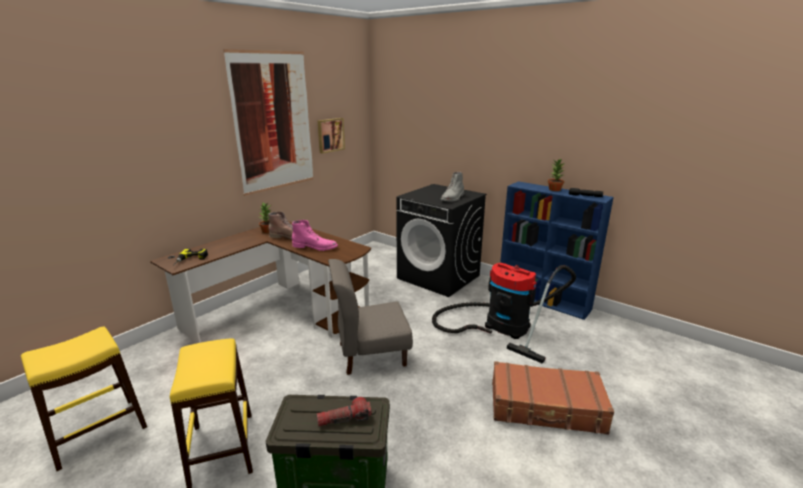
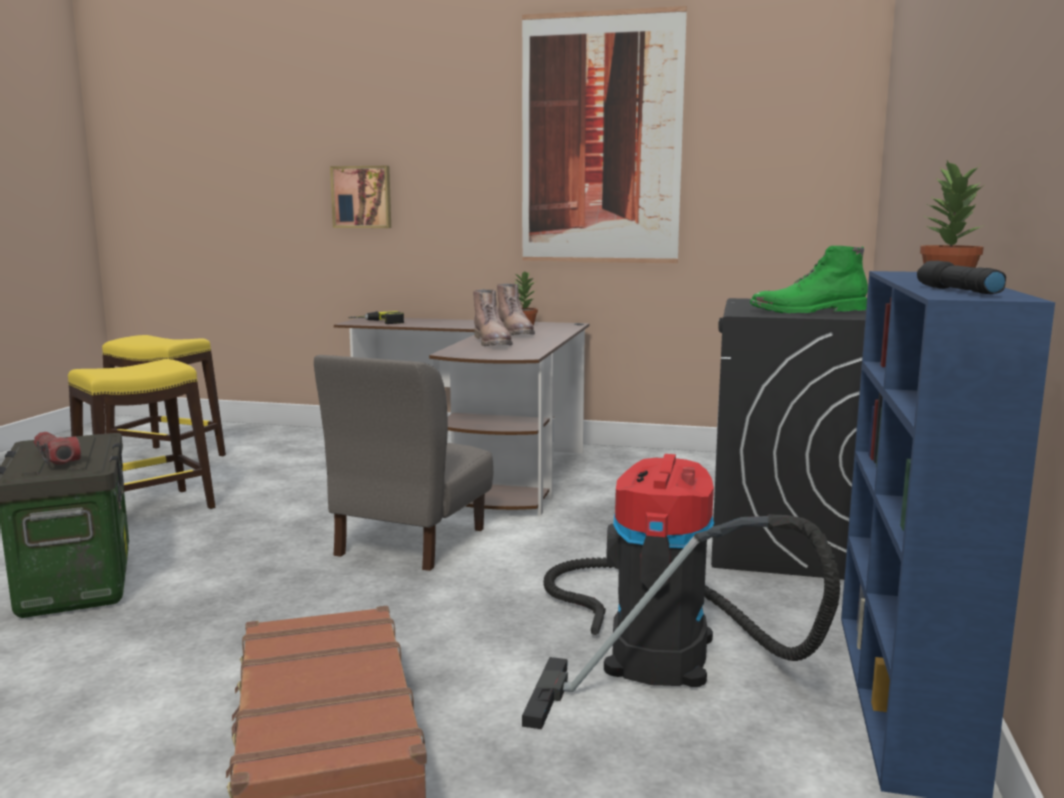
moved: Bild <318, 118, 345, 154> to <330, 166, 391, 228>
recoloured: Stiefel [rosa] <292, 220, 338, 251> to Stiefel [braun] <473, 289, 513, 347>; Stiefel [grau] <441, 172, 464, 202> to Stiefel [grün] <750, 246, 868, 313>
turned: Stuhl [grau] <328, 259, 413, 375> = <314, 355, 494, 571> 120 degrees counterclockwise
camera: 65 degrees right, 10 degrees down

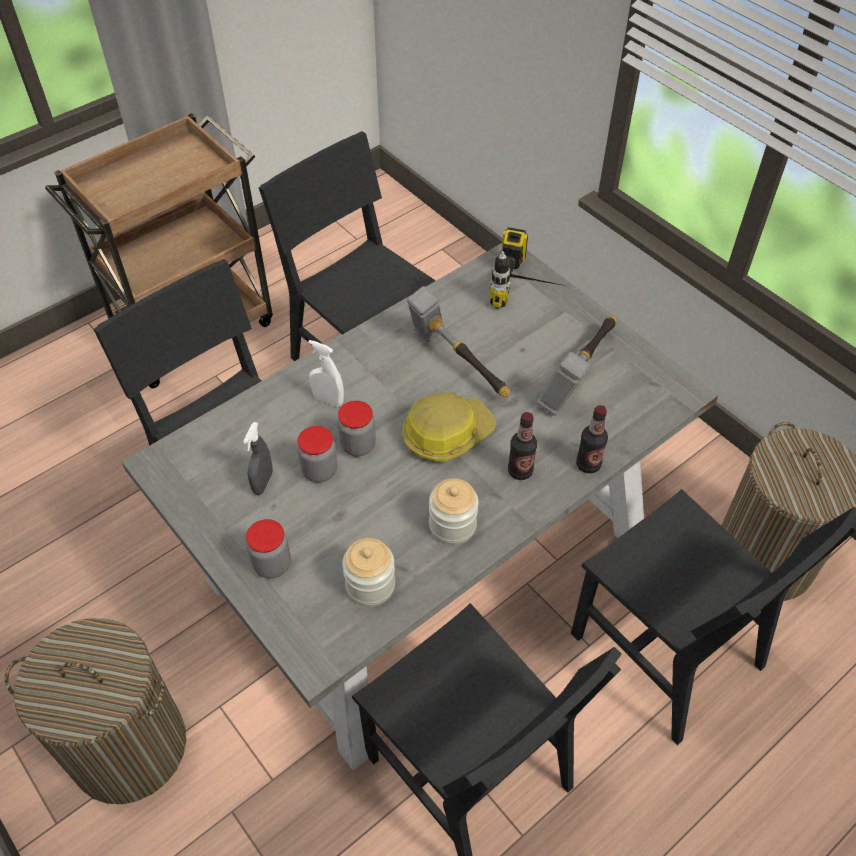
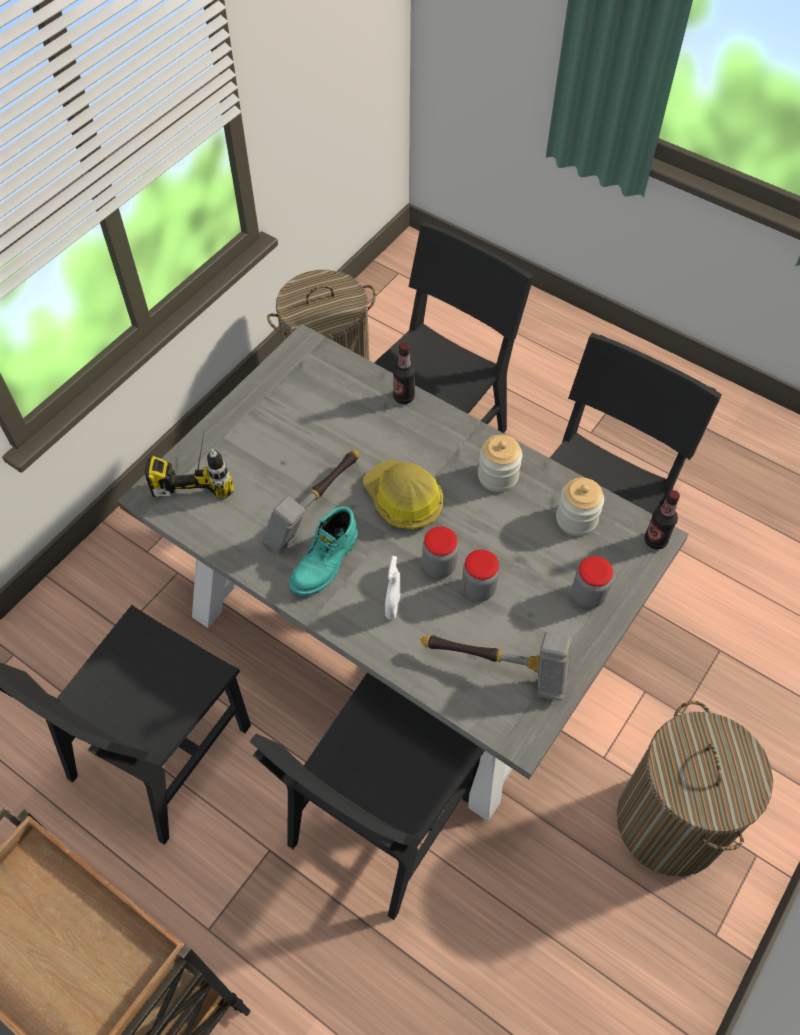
removed: Sprühflasche [grau] <243, 422, 273, 495>
added: Stiefel [türkis] <289, 506, 358, 596>
moved: Hammer <536, 316, 617, 416> to <421, 632, 571, 701>; Flasche <508, 412, 537, 480> to <644, 490, 680, 549>
camera: 105 degrees left, 5 degrees up

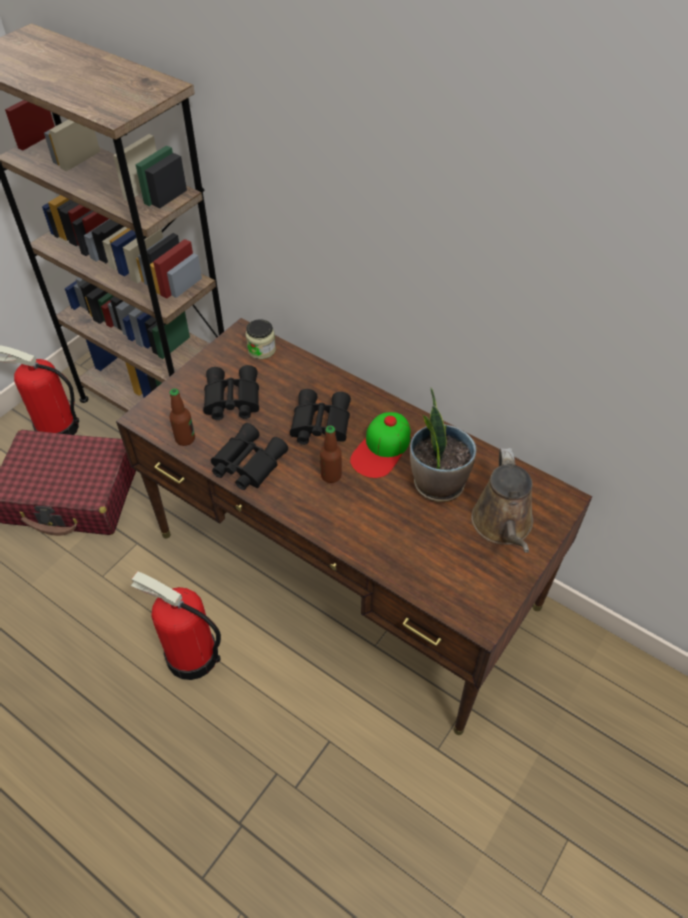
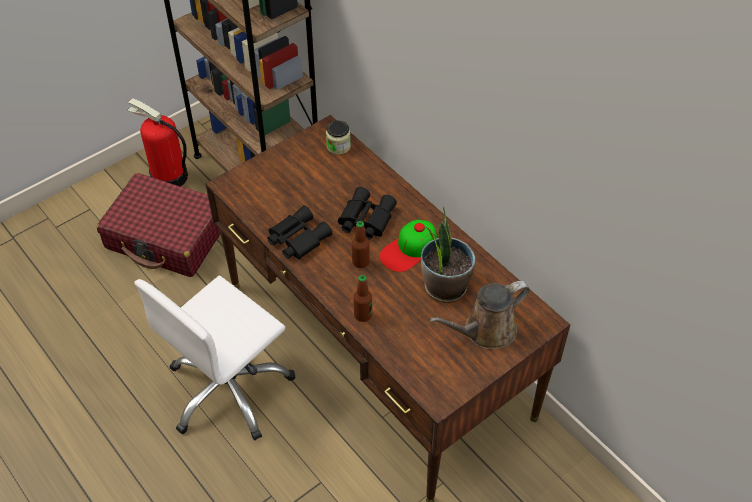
removed: Fernglas [schwarz] <203, 365, 259, 420>
moved: Flasche <169, 388, 195, 446> to <354, 275, 372, 322>
replaced: Feuerlöscher <131, 571, 221, 680> to Bürostuhl [weiß] <134, 276, 295, 440>
turned: Gießkanne [braun] <471, 448, 533, 553> = <430, 281, 530, 349> 45 degrees clockwise
camera: 15 degrees right, 0 degrees up

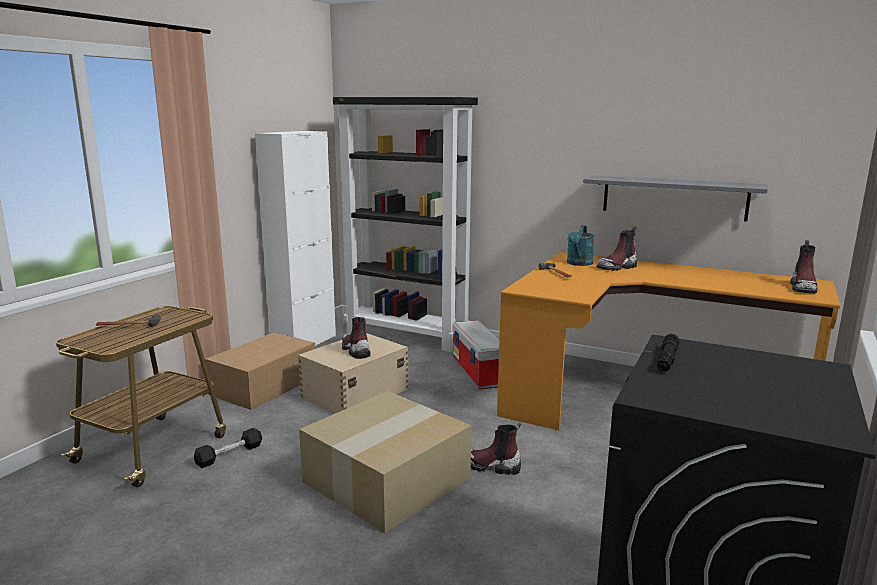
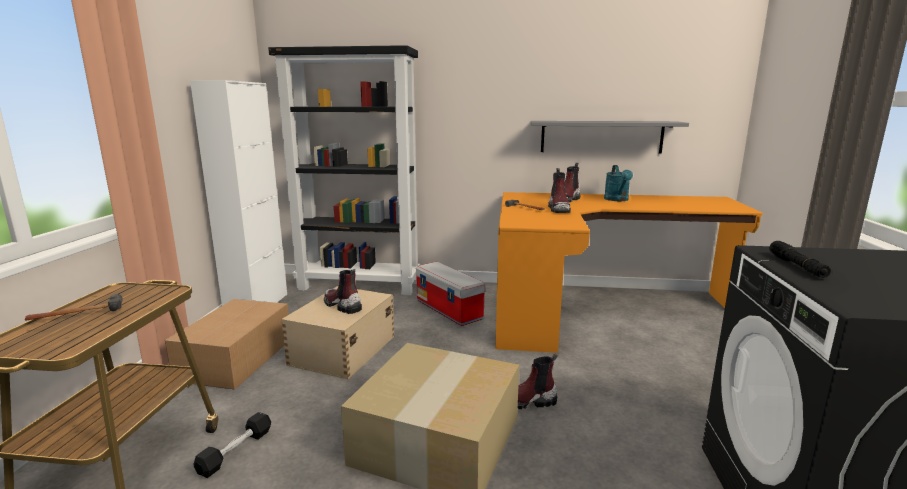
moved: Stiefel <790, 240, 818, 293> to <548, 168, 571, 213>; Gießkanne [türkis] <567, 225, 594, 266> to <604, 165, 633, 201>
camera: 20 degrees left, 0 degrees up

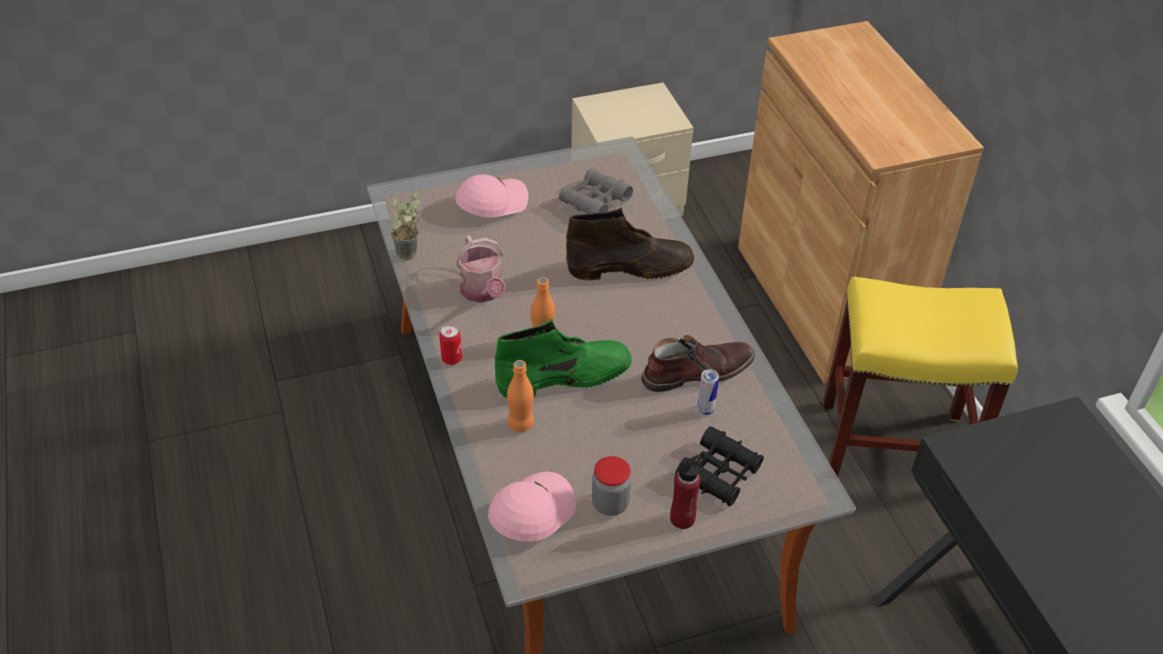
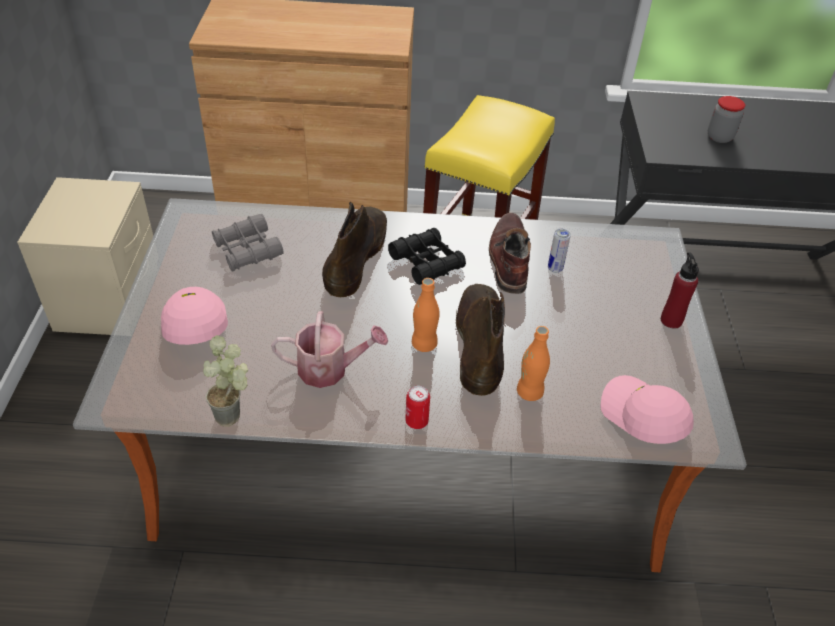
moved: Fernglas [schwarz] <675, 426, 764, 506> to <388, 228, 466, 285>; Vorratsglas <592, 456, 631, 516> to <708, 96, 745, 143>
recoloured: Stiefel [grün] <495, 319, 632, 398> to Stiefel [braun] <456, 284, 505, 396>
camera: 70 degrees left, 0 degrees up

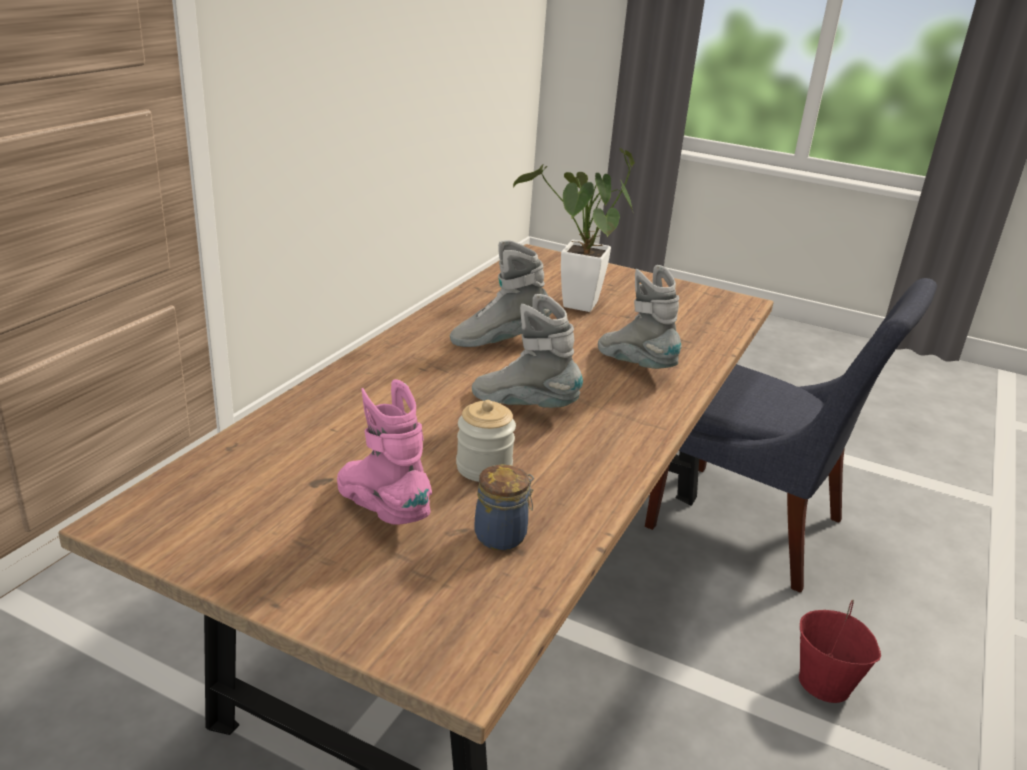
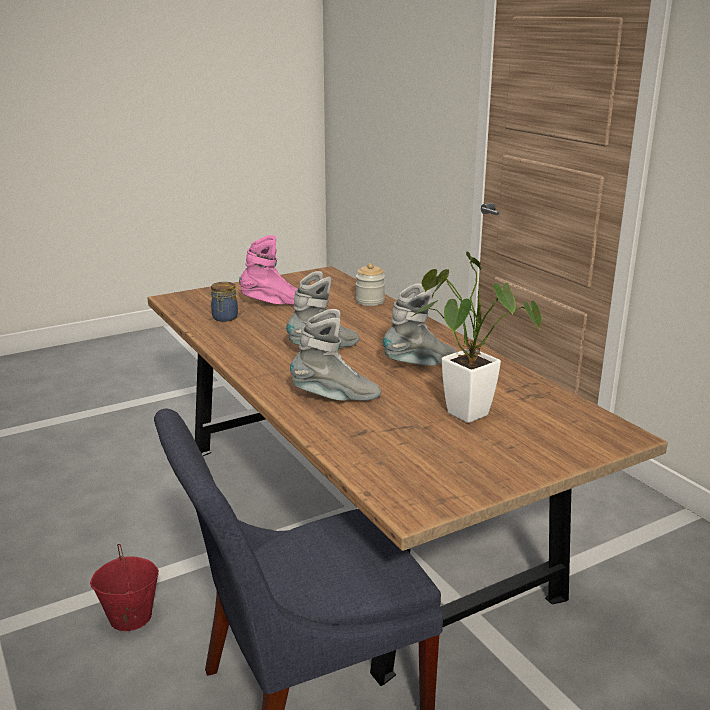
moved: Vorratsglas <456, 400, 516, 482> to <356, 263, 385, 306>
turned: Stiefel [grau] <450, 240, 552, 347> = <383, 284, 457, 366> 45 degrees clockwise
camera: 125 degrees right, 5 degrees down

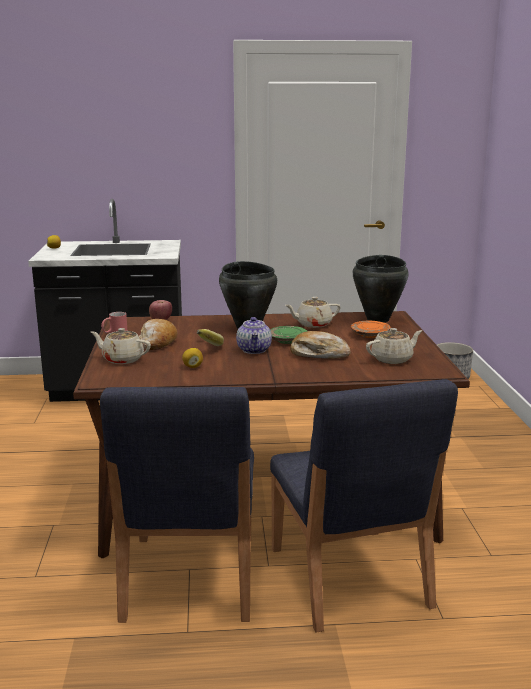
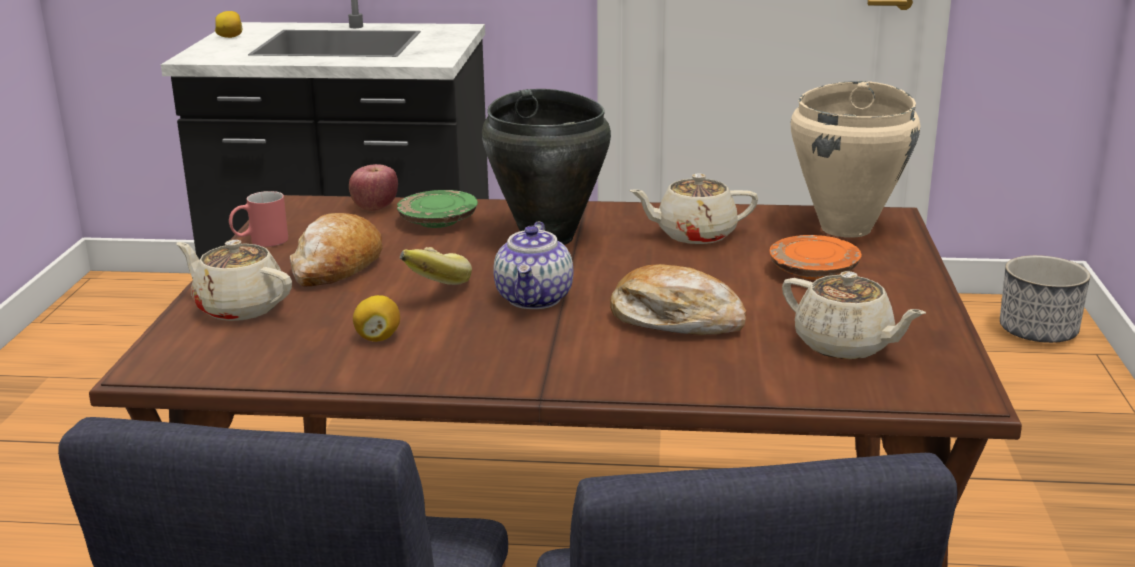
moved: Teller [grün] <270, 326, 307, 344> to <397, 190, 478, 228>
recoloured: Kochtopf [schwarz] <353, 255, 409, 322> to Kochtopf [beige] <791, 81, 920, 238>
turned: Teekanne [beige] <366, 328, 422, 364> = <782, 271, 926, 359> 60 degrees clockwise
camera: 10 degrees right, 5 degrees up

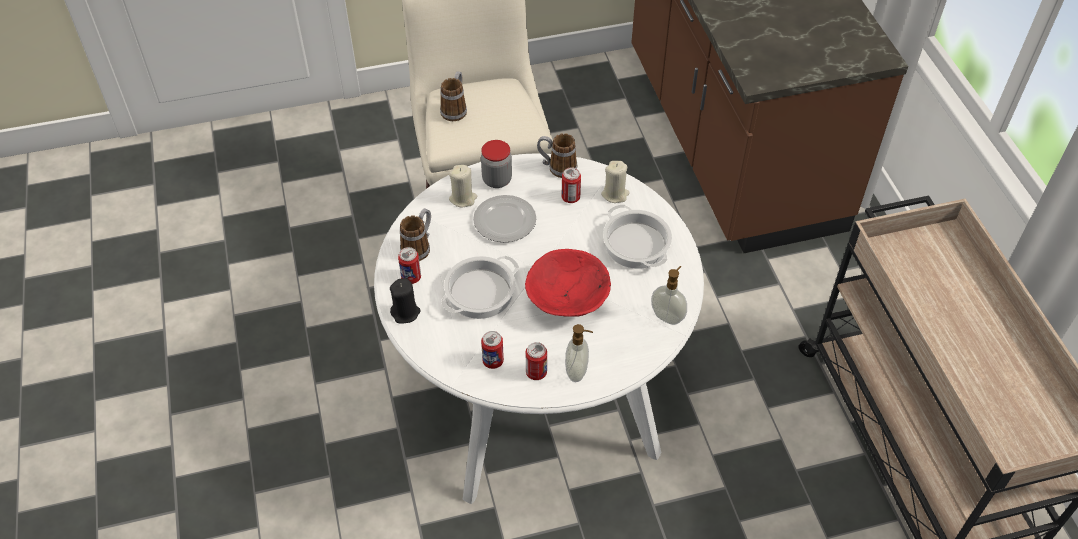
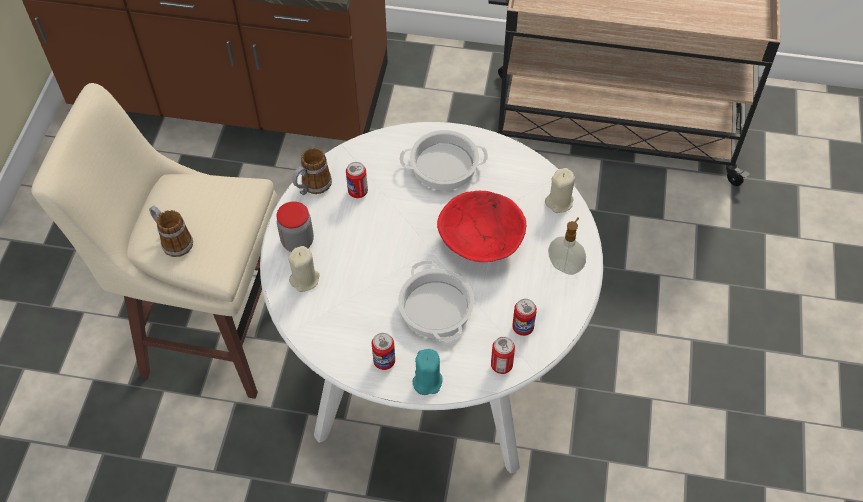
removed: Henkelbecher <400, 208, 431, 261>; Teller <473, 195, 536, 243>; Seifenspender <651, 266, 687, 325>
moved: Dose <526, 342, 547, 380> to <491, 337, 515, 374>; Kerze [beige] <601, 161, 630, 203> to <545, 168, 575, 213>
recoloured: Kerze [schwarz] <390, 278, 421, 323> to Kerze [türkis] <412, 349, 443, 395>
camera: 65 degrees left, 5 degrees up

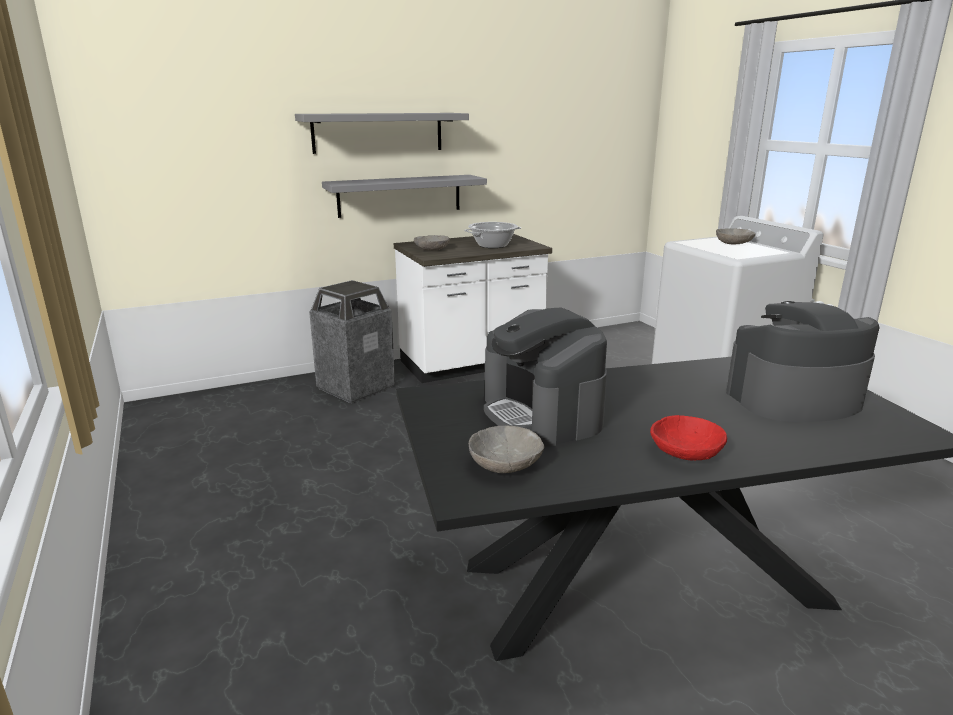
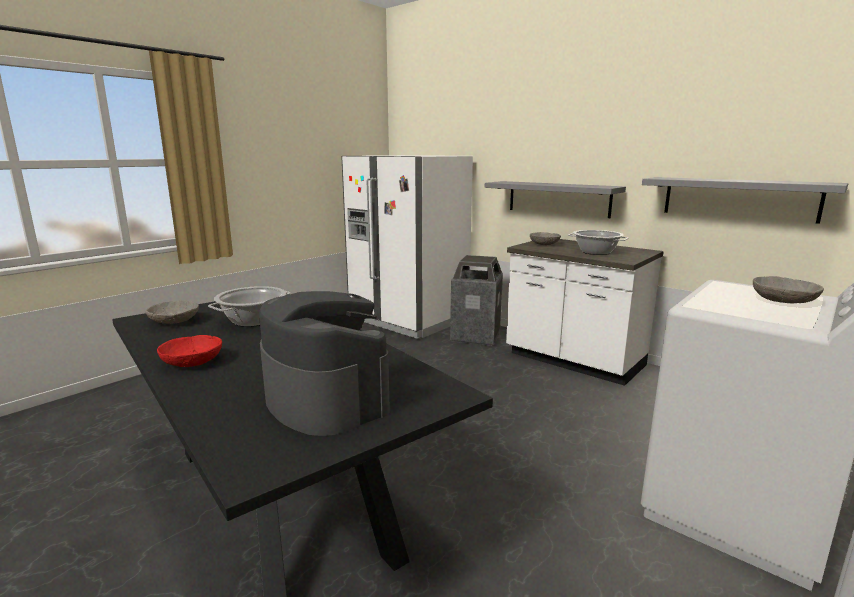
added: Kühlschrank [weiß] <341, 155, 473, 339>
moved: Wandregal [grau] <295, 113, 469, 154> to <642, 177, 848, 224>
replaced: Kaffeemaschine <484, 307, 607, 446> to Kochtopf <208, 286, 291, 327>
camera: 65 degrees right, 5 degrees down

